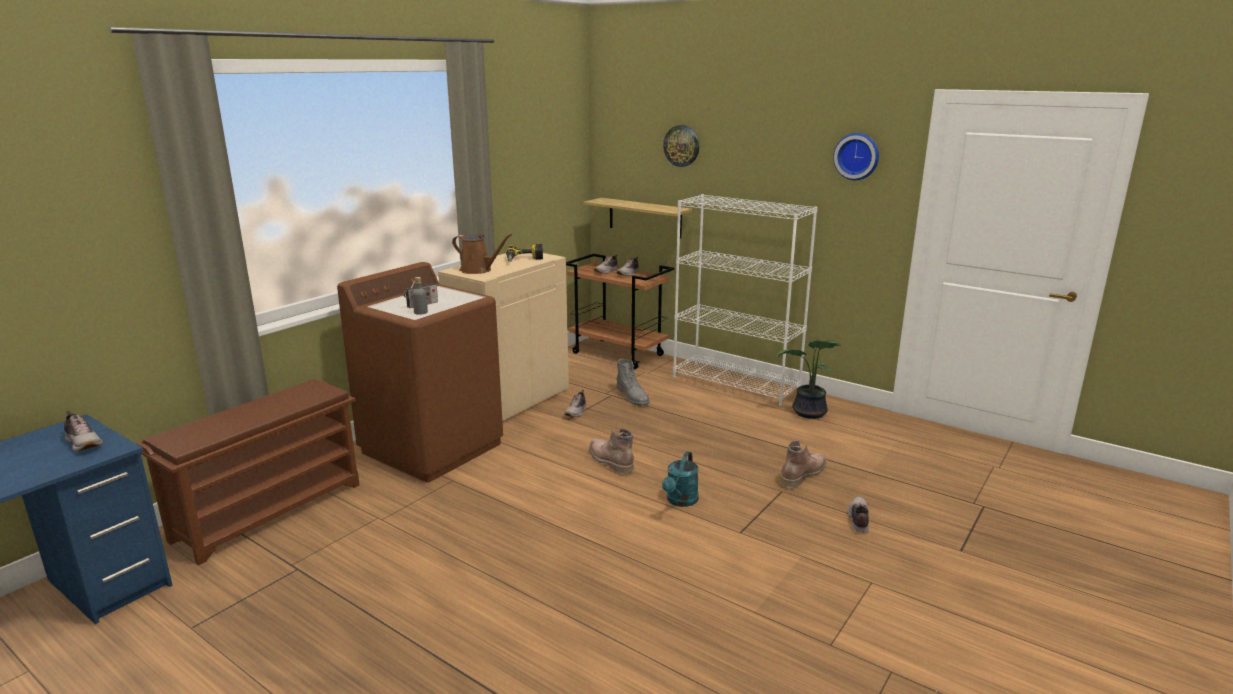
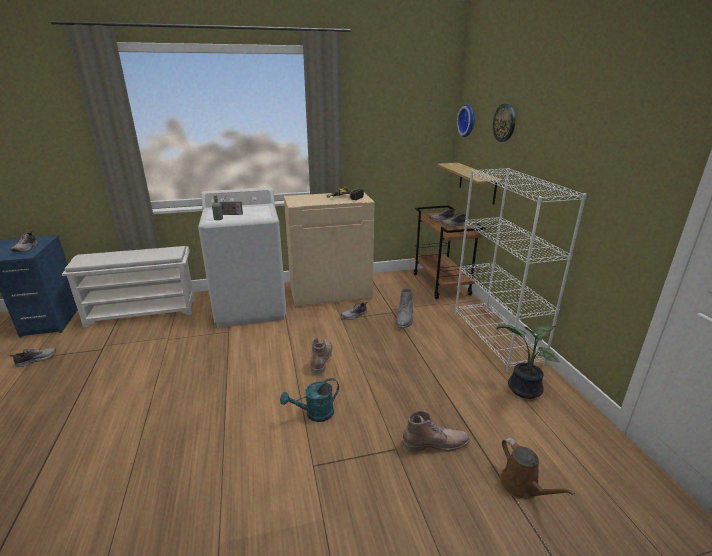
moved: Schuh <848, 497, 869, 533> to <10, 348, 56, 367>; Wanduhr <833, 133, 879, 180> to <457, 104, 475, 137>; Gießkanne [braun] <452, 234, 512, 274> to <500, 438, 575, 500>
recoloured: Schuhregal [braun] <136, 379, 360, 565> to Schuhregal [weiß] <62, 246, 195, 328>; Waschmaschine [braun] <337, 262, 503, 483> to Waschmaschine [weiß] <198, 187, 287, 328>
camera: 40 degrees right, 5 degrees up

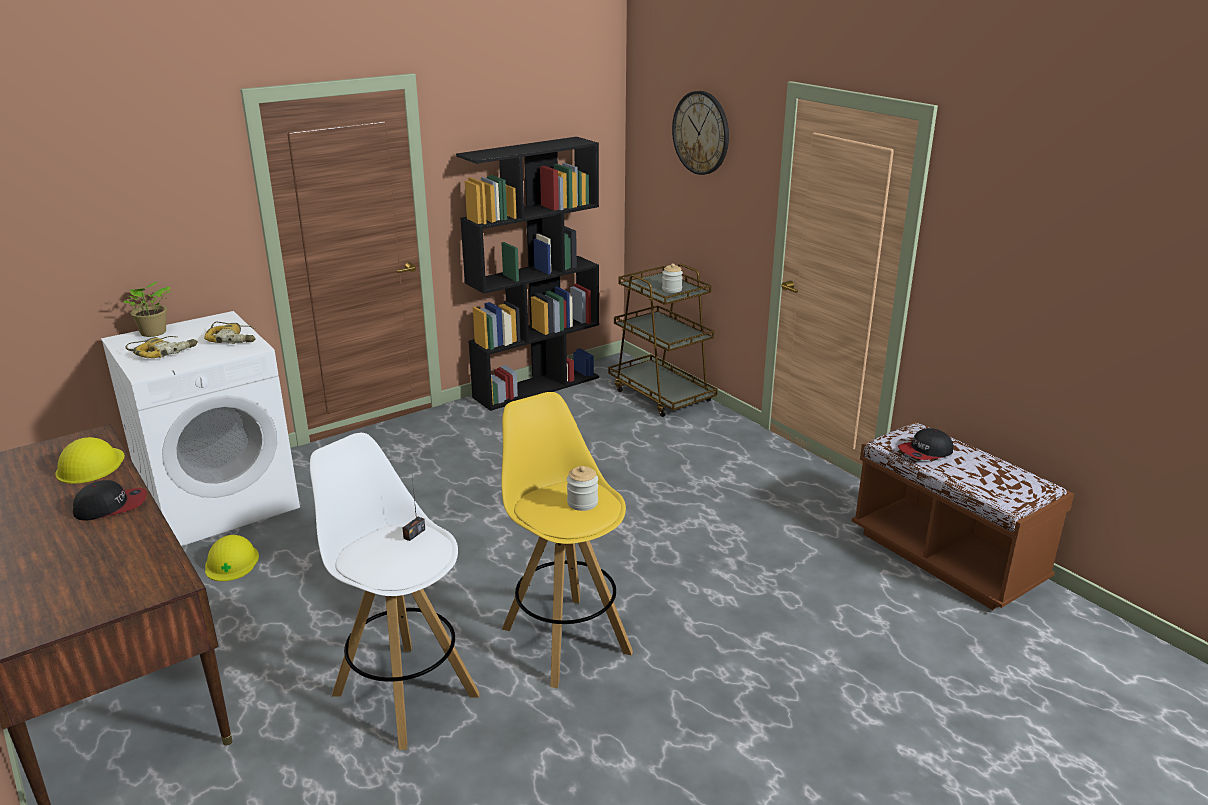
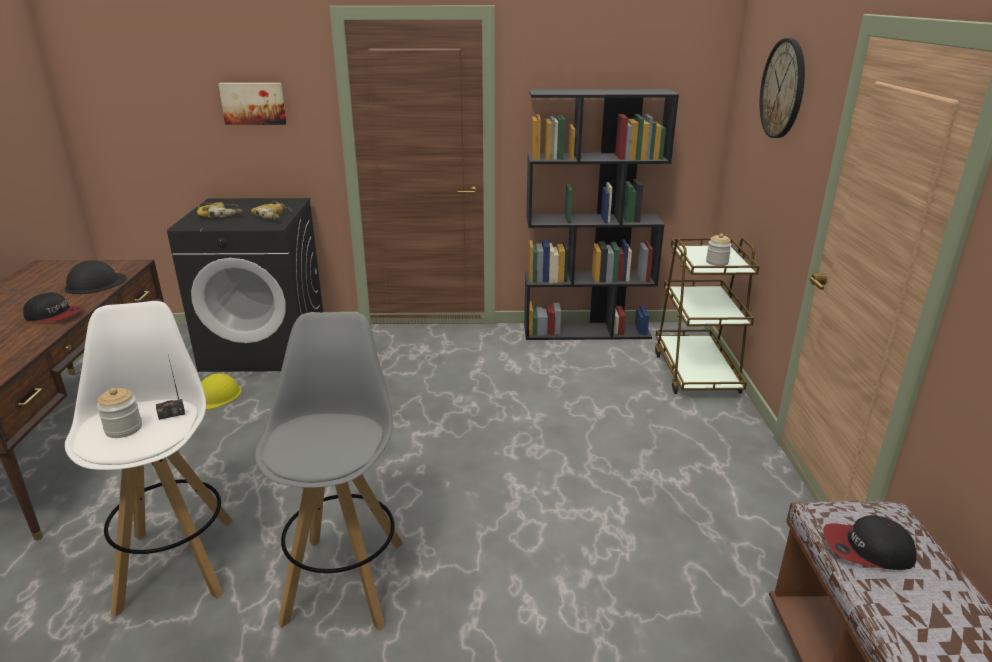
removed: Topfpflanze <124, 282, 171, 337>
added: Bild <218, 83, 287, 125>
moved: Vorratsglas <567, 466, 598, 511> to <97, 388, 142, 438>
recoloured: Schutzhelm [gelb] <55, 437, 125, 484> to Schutzhelm [schwarz] <65, 260, 127, 294>; Waschmaschine [weiß] <101, 311, 300, 546> to Waschmaschine [schwarz] <167, 198, 323, 372>; Hocker [gelb] <501, 392, 633, 688> to Hocker [grau] <255, 312, 403, 631>
camera: 35 degrees right, 0 degrees up

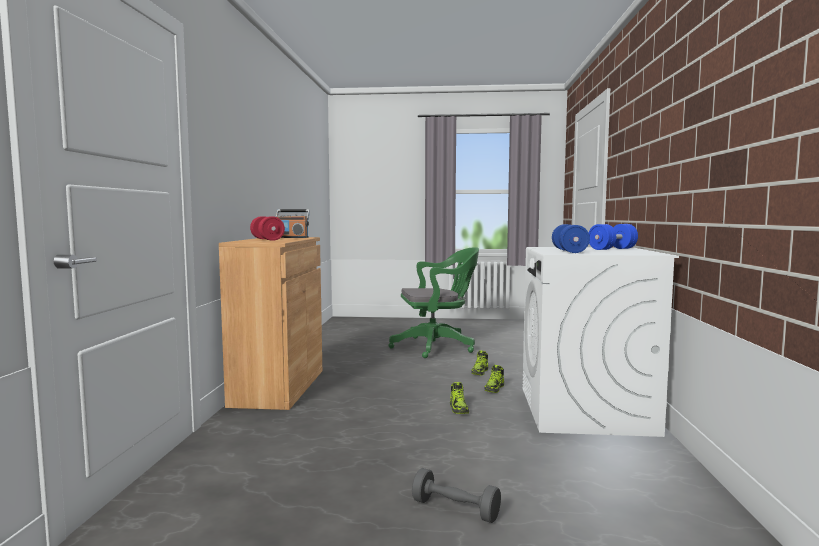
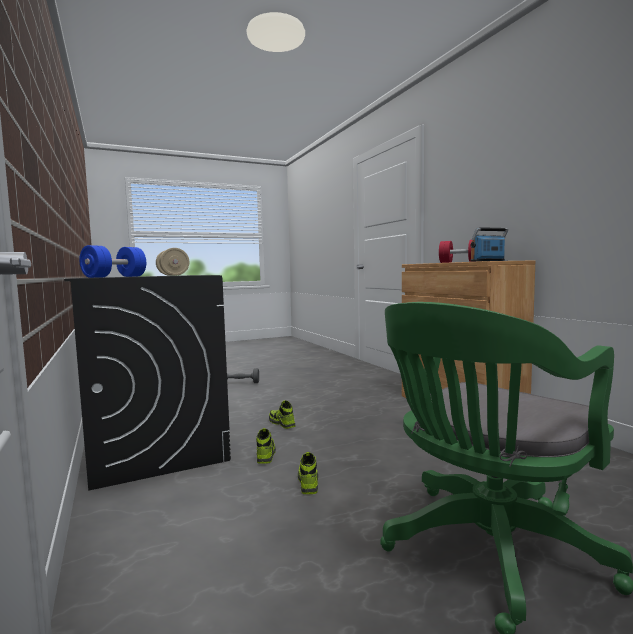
recoloured: Waschmaschine [weiß] <523, 247, 679, 437> to Waschmaschine [schwarz] <64, 275, 231, 491>; Hantel [blau] <552, 224, 590, 253> to Hantel [beige] <156, 248, 189, 276>
camera: 150 degrees right, 0 degrees up

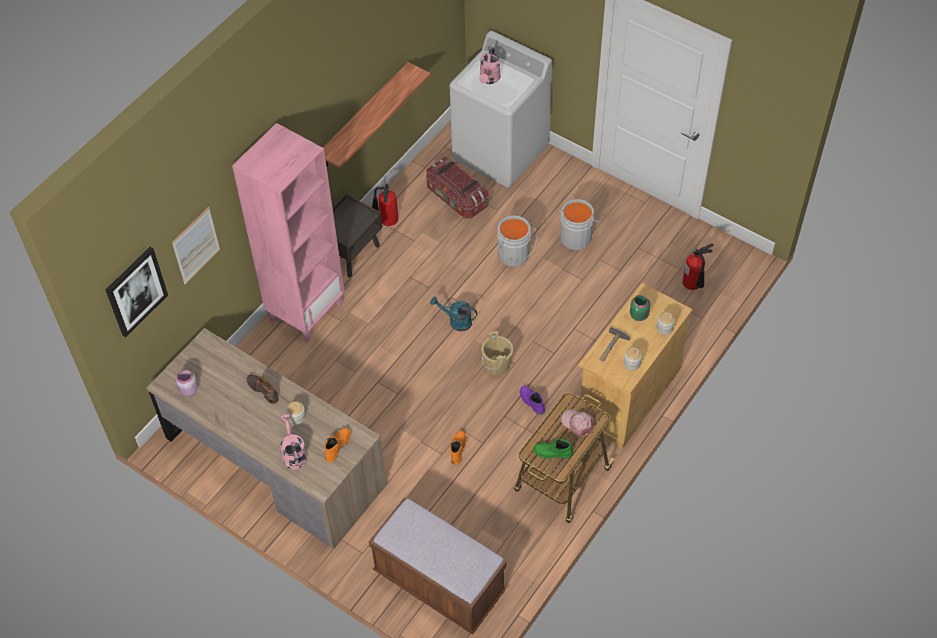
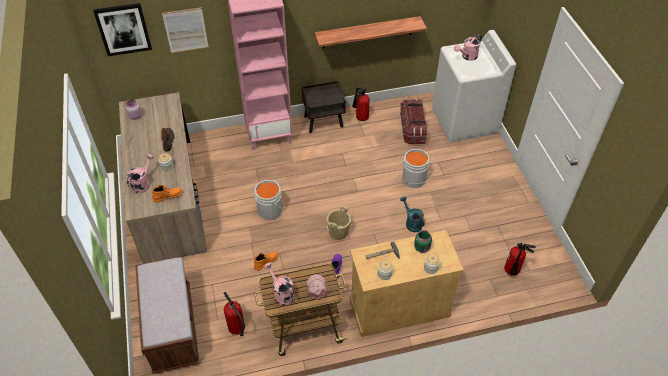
added: Feuerlöscher <223, 292, 245, 336>
moved: Eimer [grau] <556, 199, 601, 250> to <255, 180, 285, 220>; Gießkanne [türkis] <430, 296, 477, 331> to <400, 196, 425, 232>
replaced: Stiefel [grün] <533, 439, 573, 459> to Gießkanne [rosa] <264, 262, 295, 306>
camera: 40 degrees right, 5 degrees down

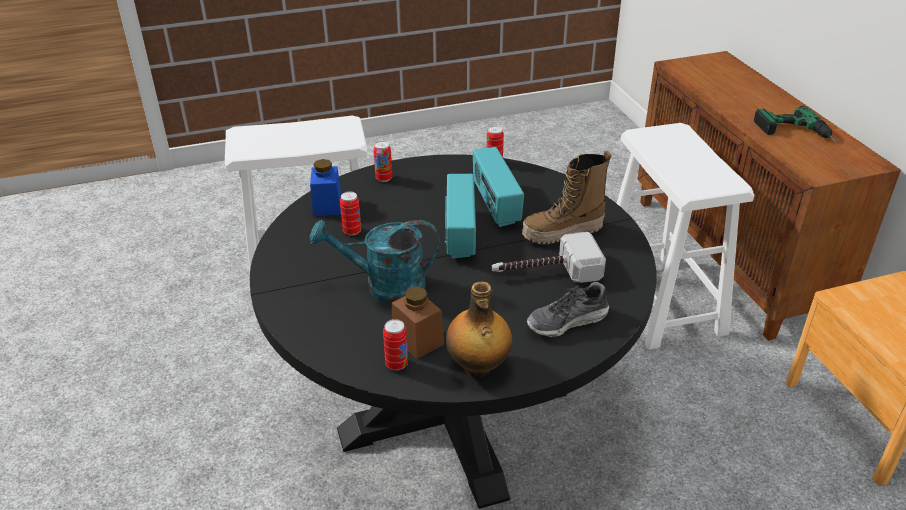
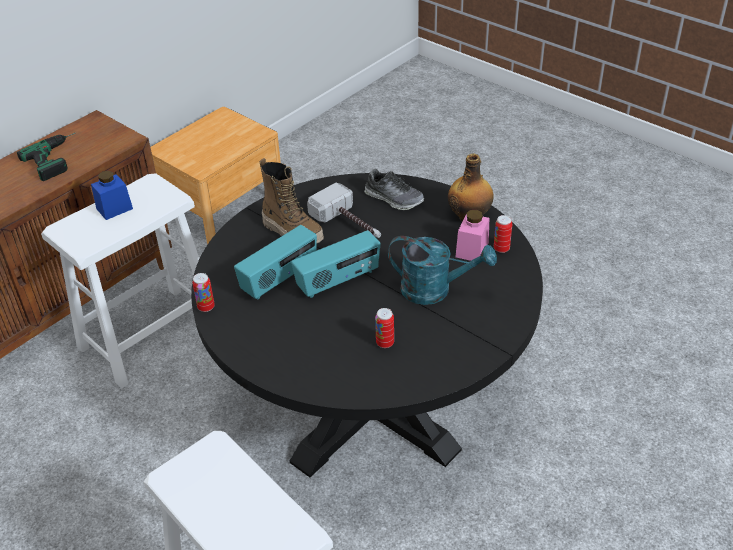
removed: Dose <374, 141, 392, 182>
moved: Vorratsglas [blau] <310, 159, 341, 216> to <91, 170, 133, 220>
recoloured: Vorratsglas [braun] <392, 286, 444, 359> to Vorratsglas [rosa] <456, 210, 489, 261>
turned: Gießkanne [türkis] <310, 220, 439, 303> = <388, 236, 497, 305> 45 degrees counterclockwise
camera: 120 degrees left, 5 degrees up

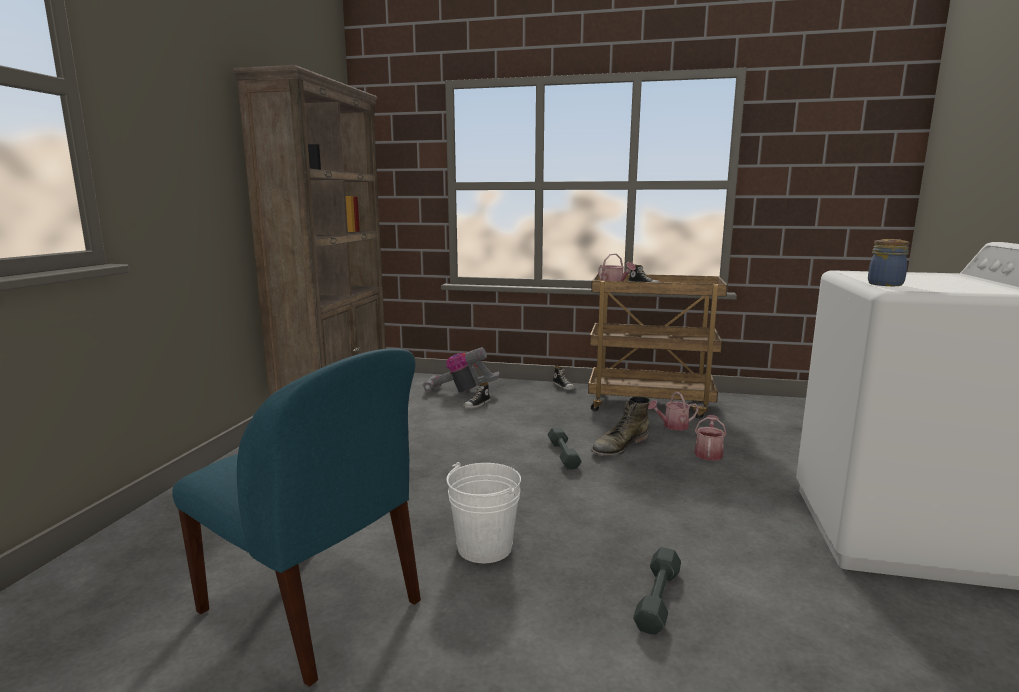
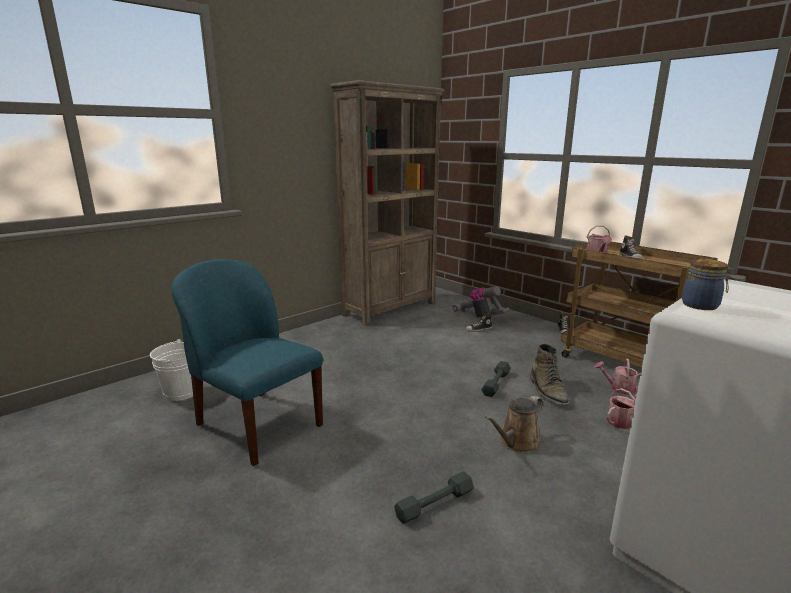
added: Gießkanne [braun] <485, 396, 543, 453>
moved: Eimer [weiß] <447, 462, 521, 563> to <150, 339, 193, 401>
turned: Stuhl [blau] <172, 349, 421, 687> = <171, 259, 323, 466> 150 degrees clockwise; Stiefel [grün] <590, 396, 650, 457> = <530, 344, 569, 405> 90 degrees counterclockwise
camera: 35 degrees right, 5 degrees up

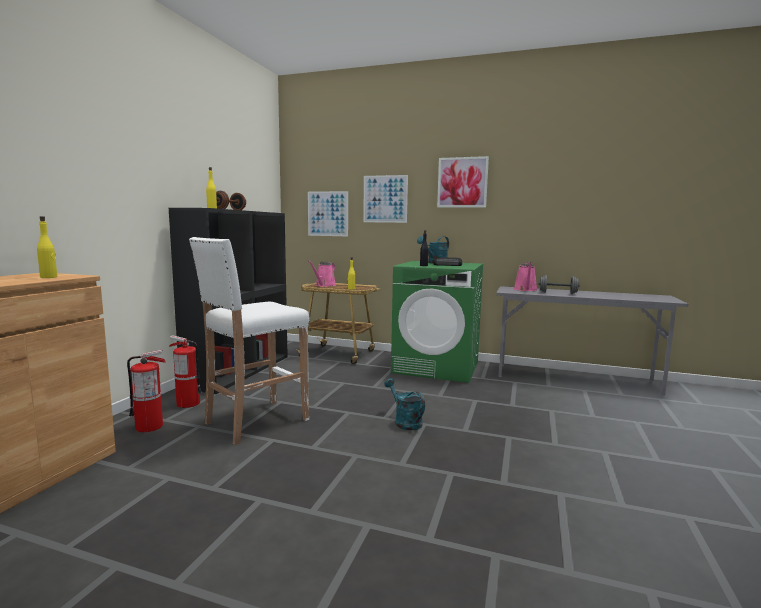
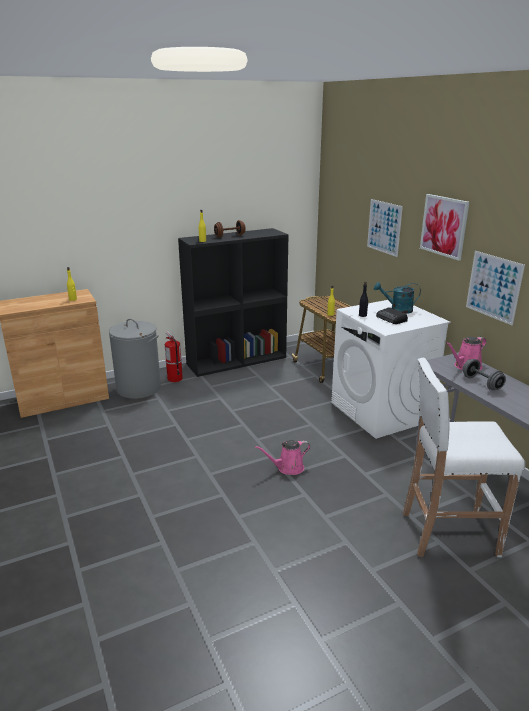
removed: Gießkanne [türkis] <384, 378, 425, 430>
moved: Gießkanne [rosa] <308, 261, 336, 287> to <255, 440, 310, 475>; Hocker [weiß] <189, 237, 310, 445> to <403, 358, 525, 557>; Bild <308, 191, 348, 236> to <466, 251, 525, 325>
replaced: Feuerlöscher <127, 350, 166, 432> to Wäschekorb [grau] <109, 319, 161, 399>
recoloured: Waschmaschine [grün] <391, 261, 483, 383> to Waschmaschine [weiß] <331, 300, 450, 439>
camera: 45 degrees right, 15 degrees up

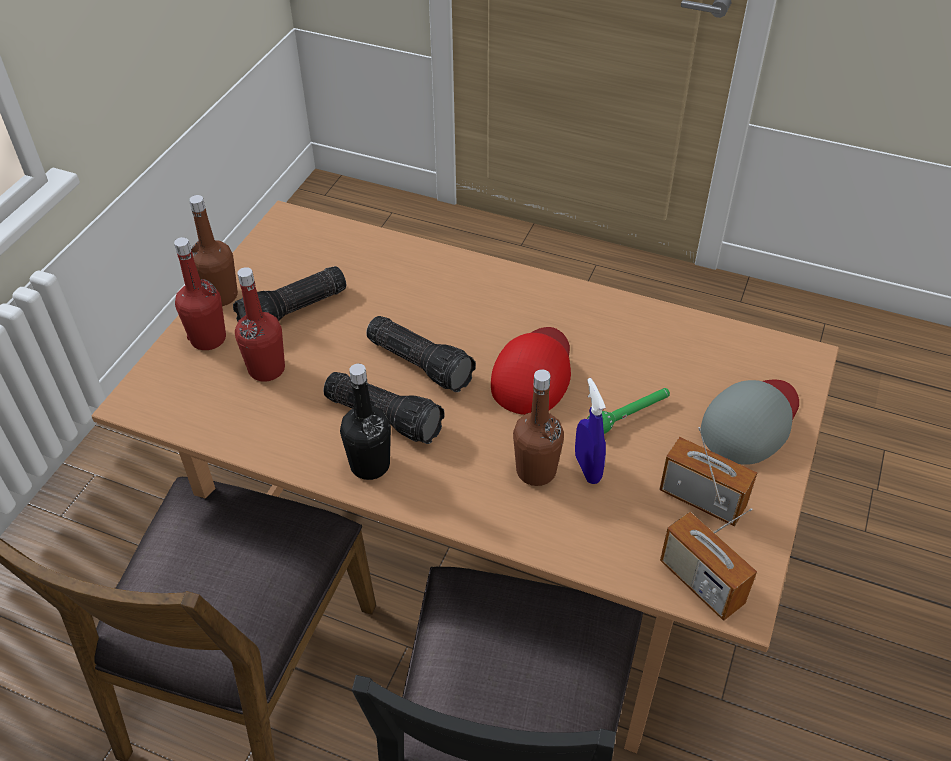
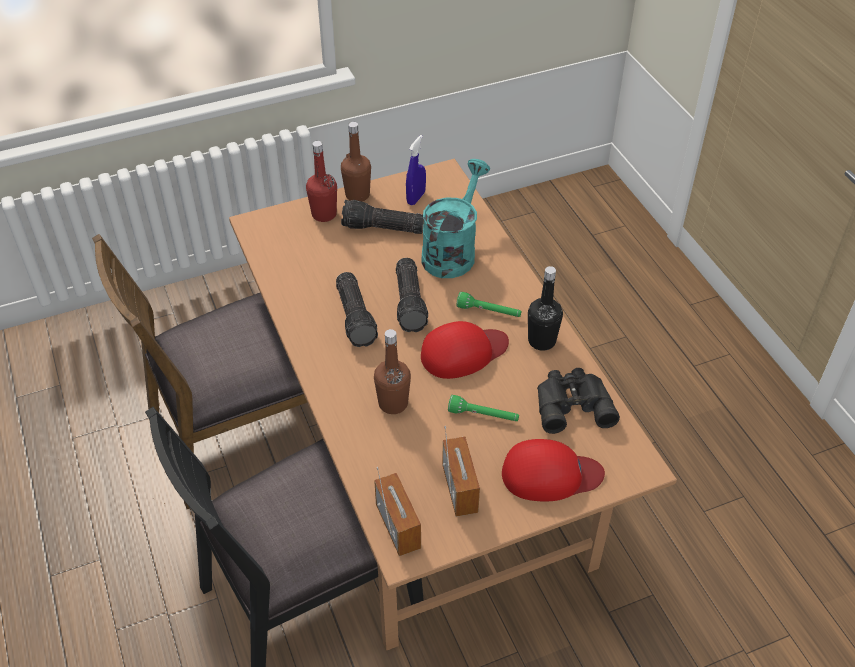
removed: Flasche [rot] <235, 267, 285, 381>
added: Gießkanne [türkis] <421, 159, 490, 278>; Taschenlampe [grün] <457, 292, 521, 317>; Fernglas [schwarz] <537, 368, 620, 434>
moved: Sprühflasche [blau] <575, 378, 606, 484> to <406, 135, 426, 205>; Flasche [schwarz] <340, 364, 391, 480> to <528, 266, 563, 351>
recoloured: Kappe [grau] <701, 380, 799, 465> to Kappe [rot] <502, 439, 605, 501>
turned: Radio <660, 508, 757, 621> = <374, 467, 421, 556> 150 degrees clockwise
camera: 45 degrees right, 0 degrees up

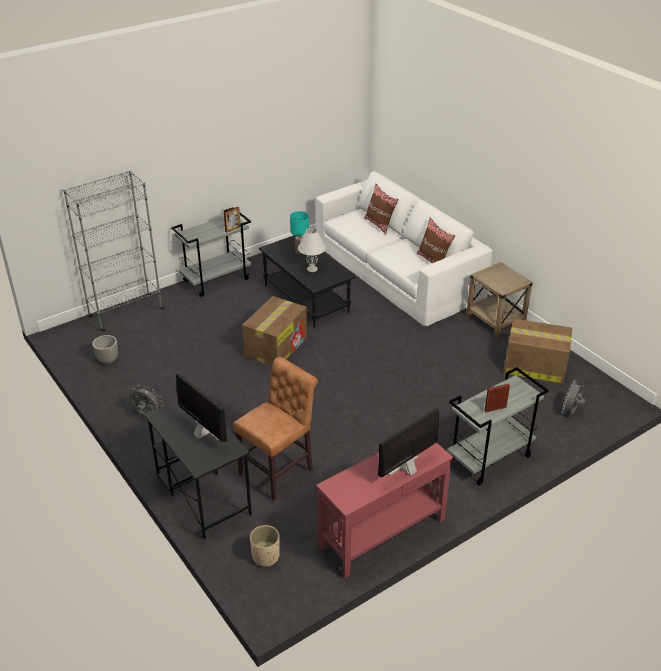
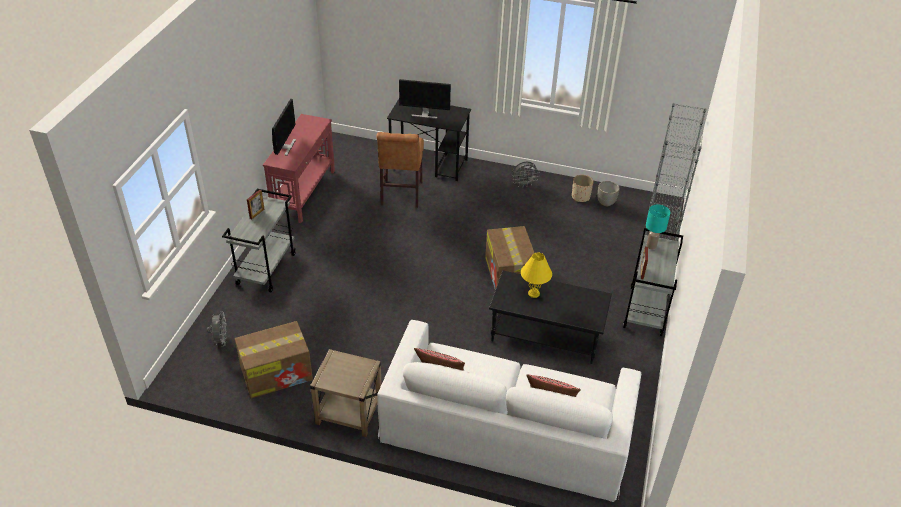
moved: Pflanzkübel [beige] <250, 525, 280, 567> to <572, 175, 593, 202>; Tischlampe [türkis] <290, 211, 309, 254> to <646, 205, 670, 250>
recoloured: Tischlampe [weiß] <298, 228, 326, 272> to Tischlampe [gelb] <521, 253, 552, 298>
camera: 140 degrees right, 5 degrees up

